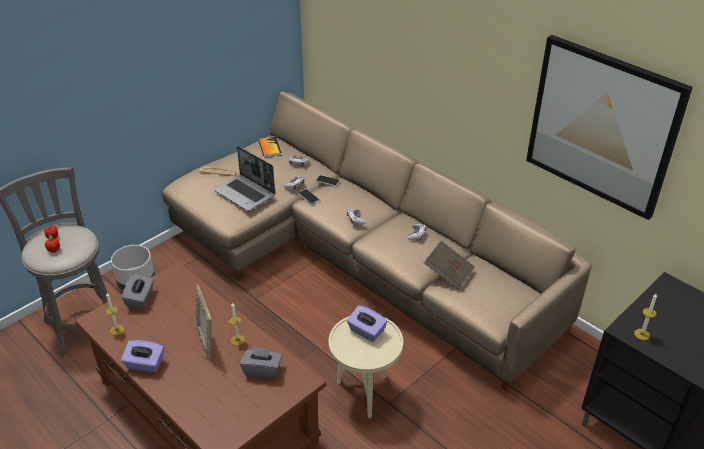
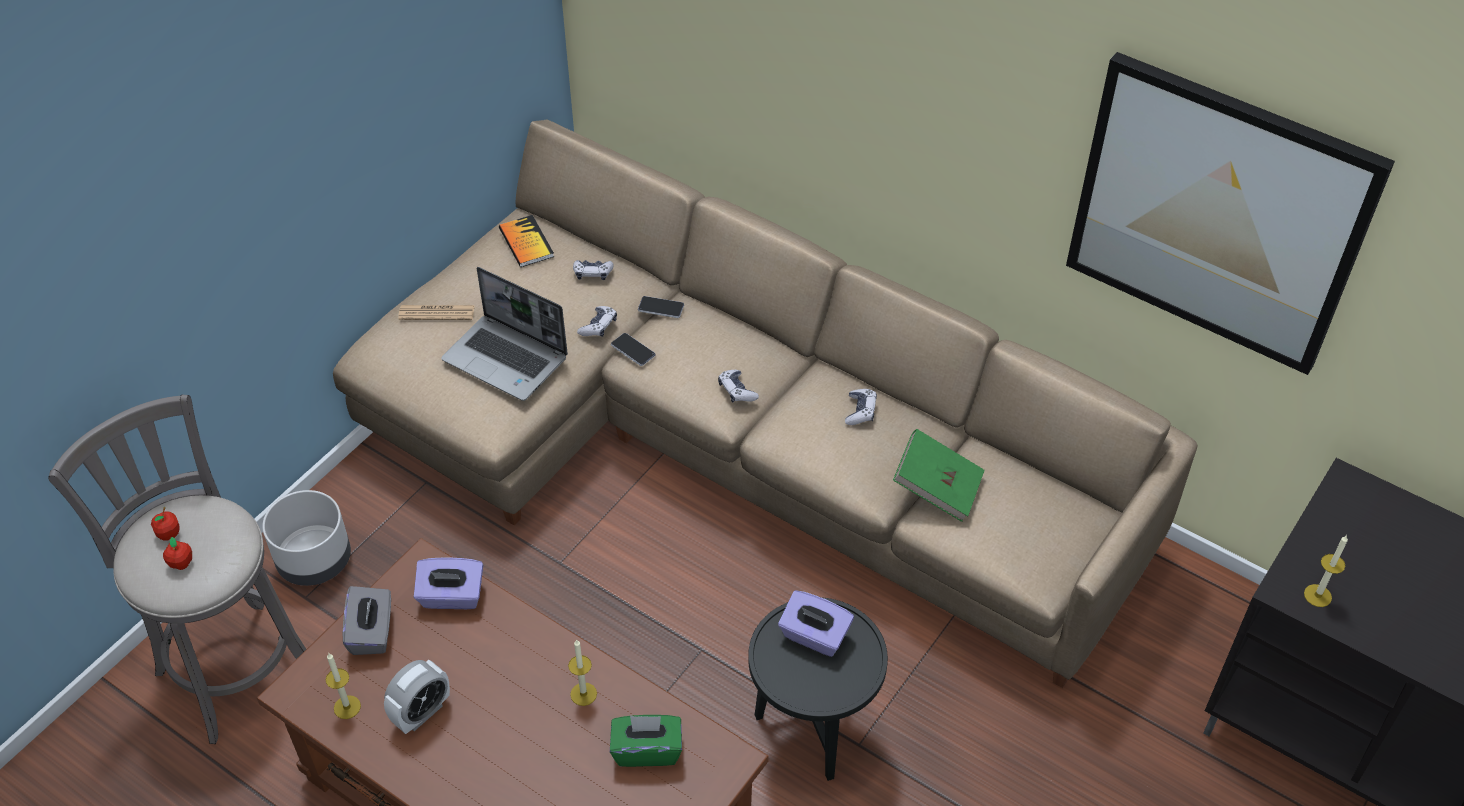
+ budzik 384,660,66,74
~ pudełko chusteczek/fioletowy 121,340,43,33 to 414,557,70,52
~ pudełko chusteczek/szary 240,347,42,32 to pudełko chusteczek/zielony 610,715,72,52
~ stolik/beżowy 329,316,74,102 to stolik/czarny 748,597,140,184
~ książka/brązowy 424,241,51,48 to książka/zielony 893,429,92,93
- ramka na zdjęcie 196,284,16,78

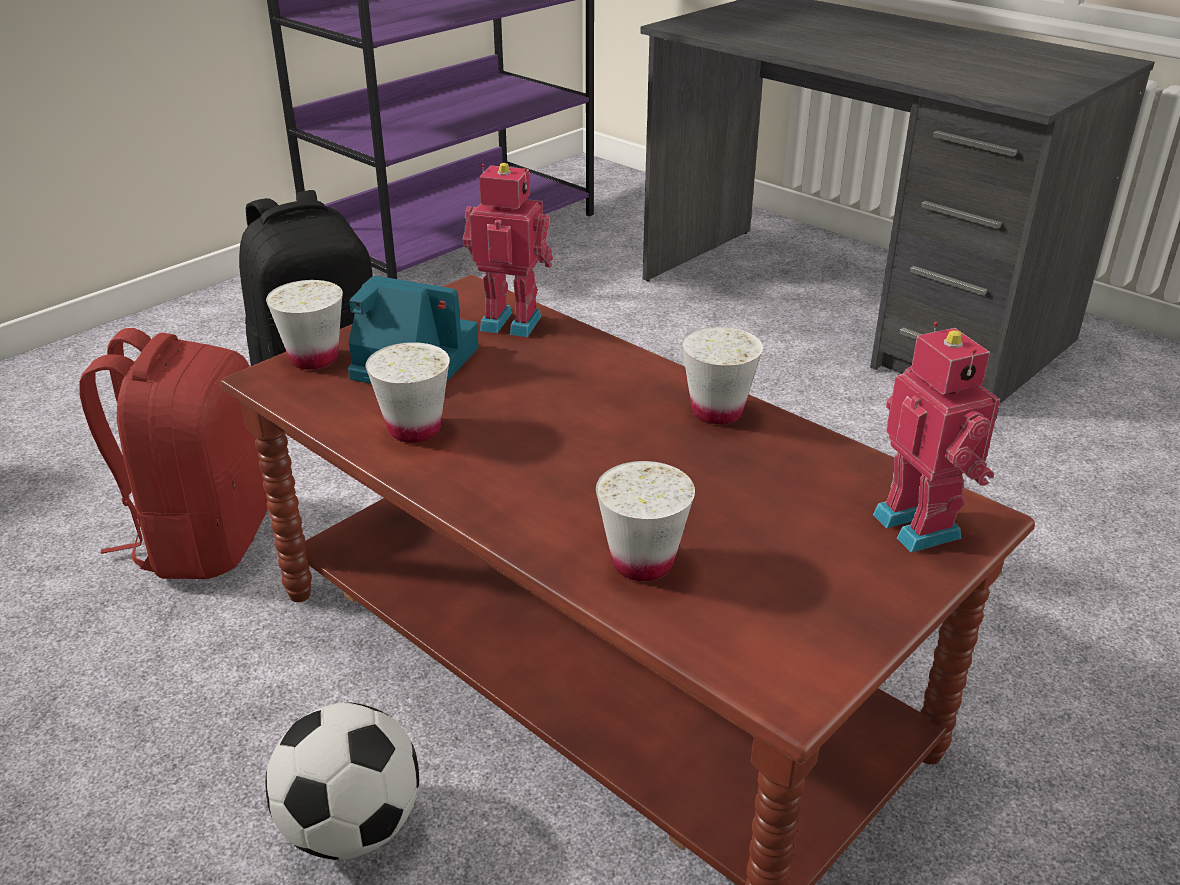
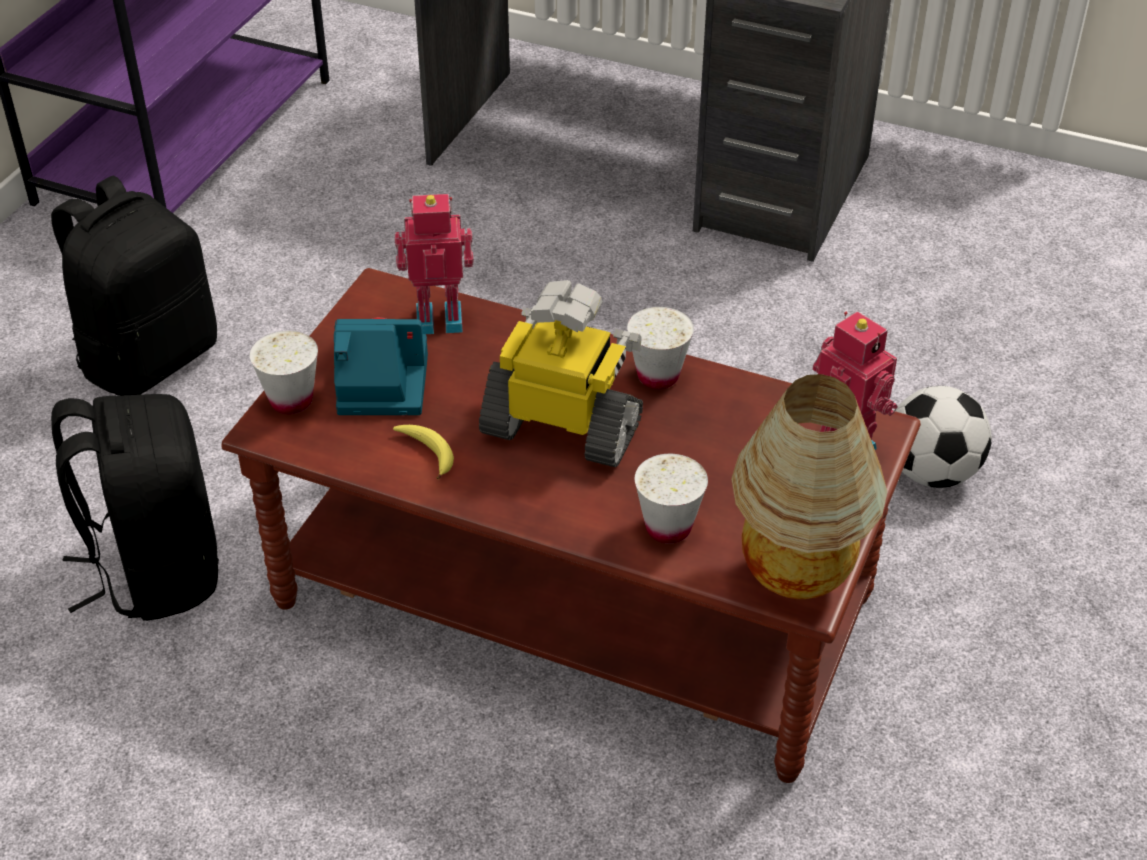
~ plecak/czerwony 79,328,189,251 to plecak/czarny 51,394,168,227
~ filiżanka/biały 366,342,84,101 to banan 393,425,61,55
+ robot zabawkowy 479,280,164,187
+ lampa stołowa 731,374,156,225
~ piłka futbolowa 265,702,154,158 to 895,386,97,102

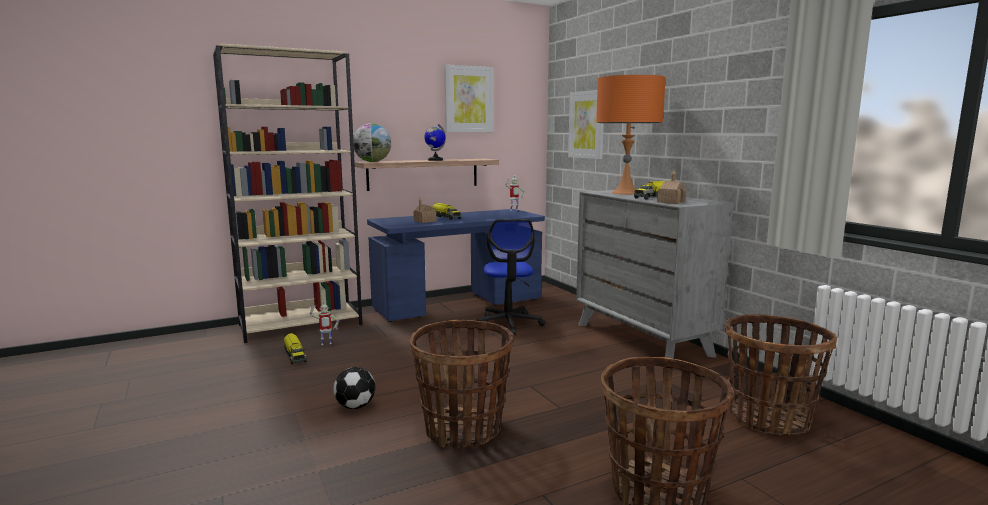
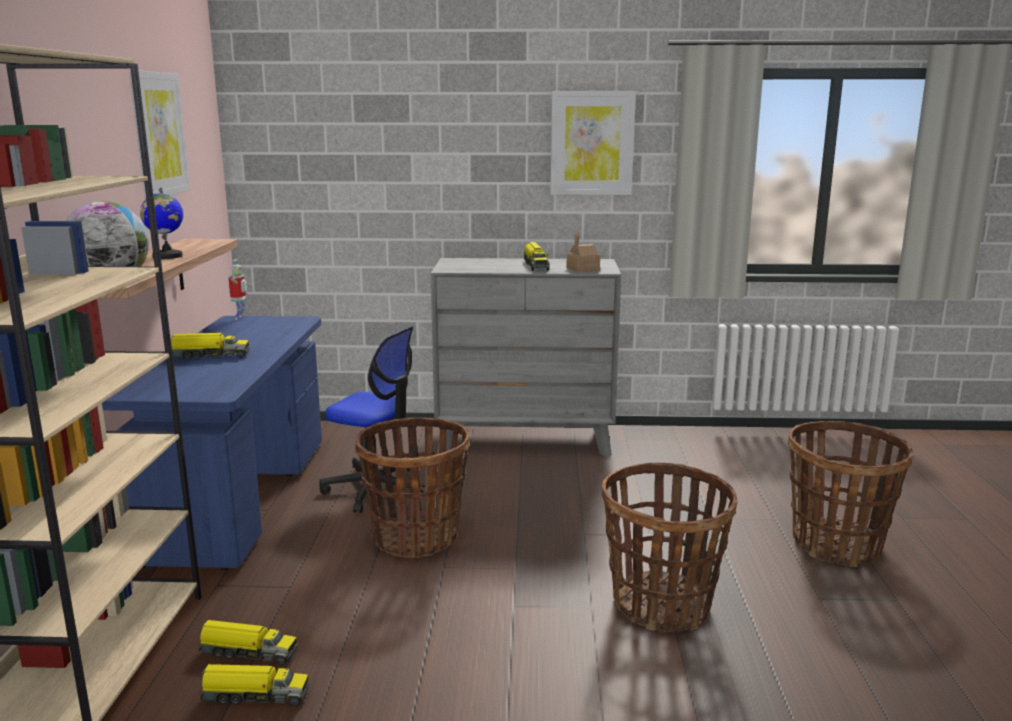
~ robot zabawkowy 310,300,29,45 to ciężarówka zabawkowa 198,620,100,45
~ koszyk 726,314,111,121 to 355,417,115,142
~ obraz 568,90,36,69 to 550,91,86,104
- piłka futbolowa 333,367,43,42
- domek 414,198,23,25
- lampa stołowa/pomarańczowy 596,75,70,120

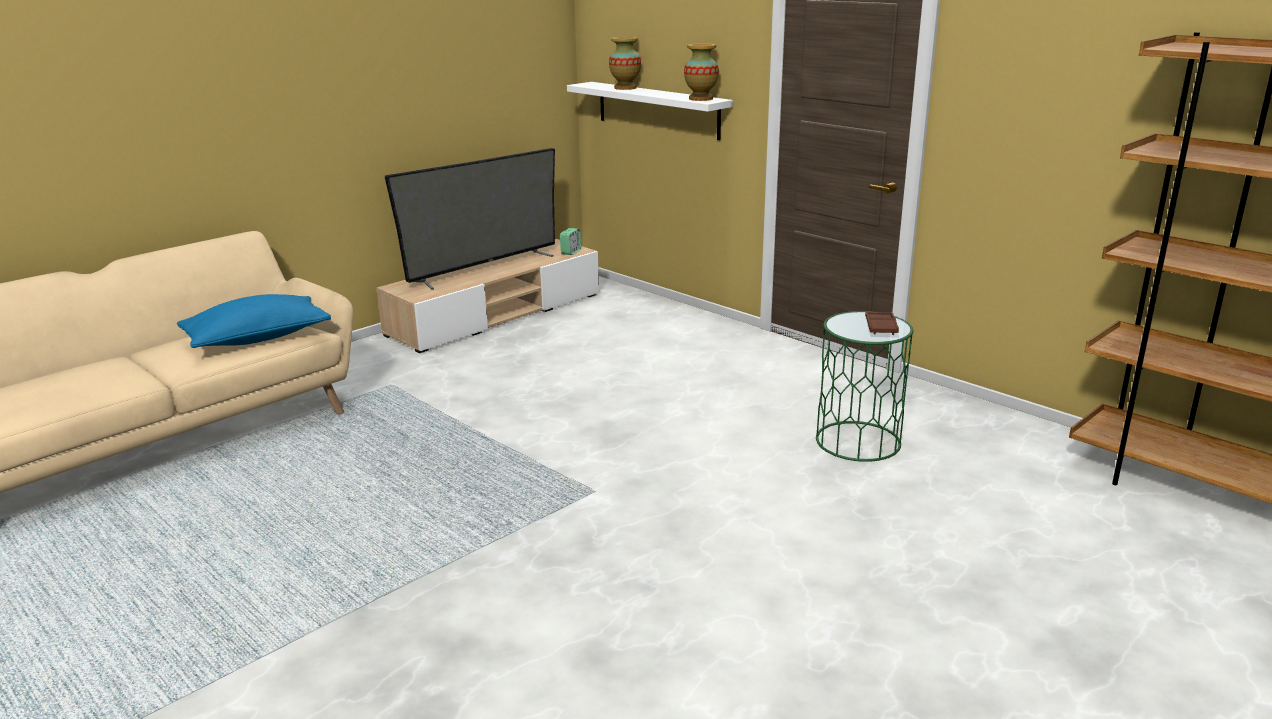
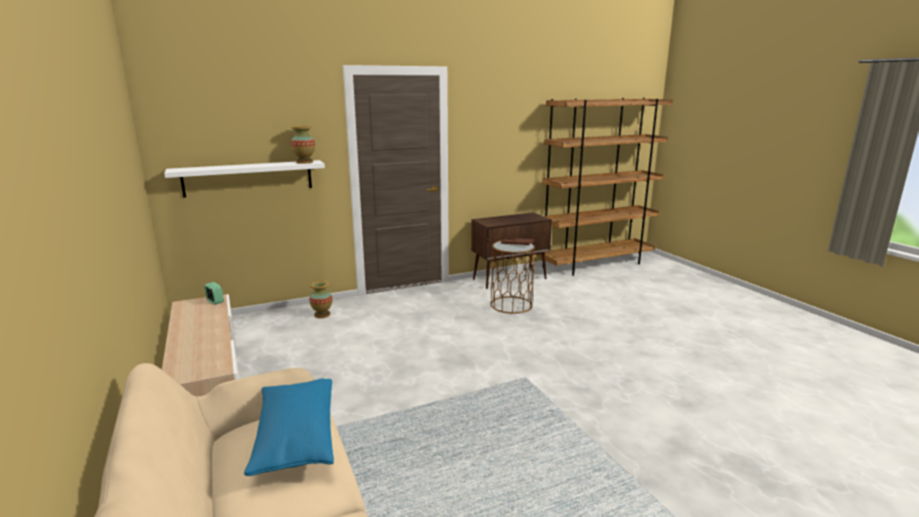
~ wazon 609,37,32,53 to 309,281,23,37
+ szafka/brązowy 471,212,81,77
~ stolik/zielony 816,311,97,151 to stolik/brązowy 491,240,44,74
- telewizor 385,148,170,142

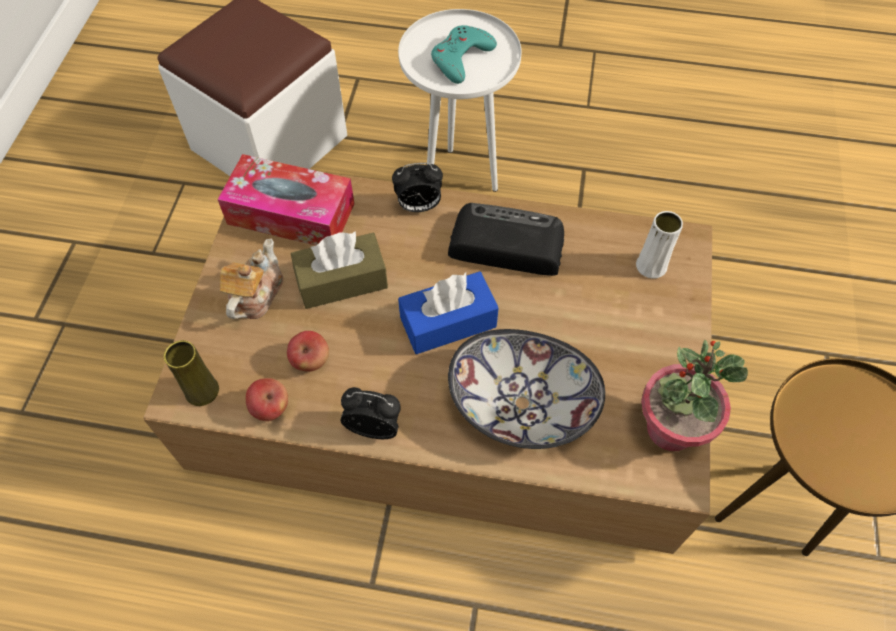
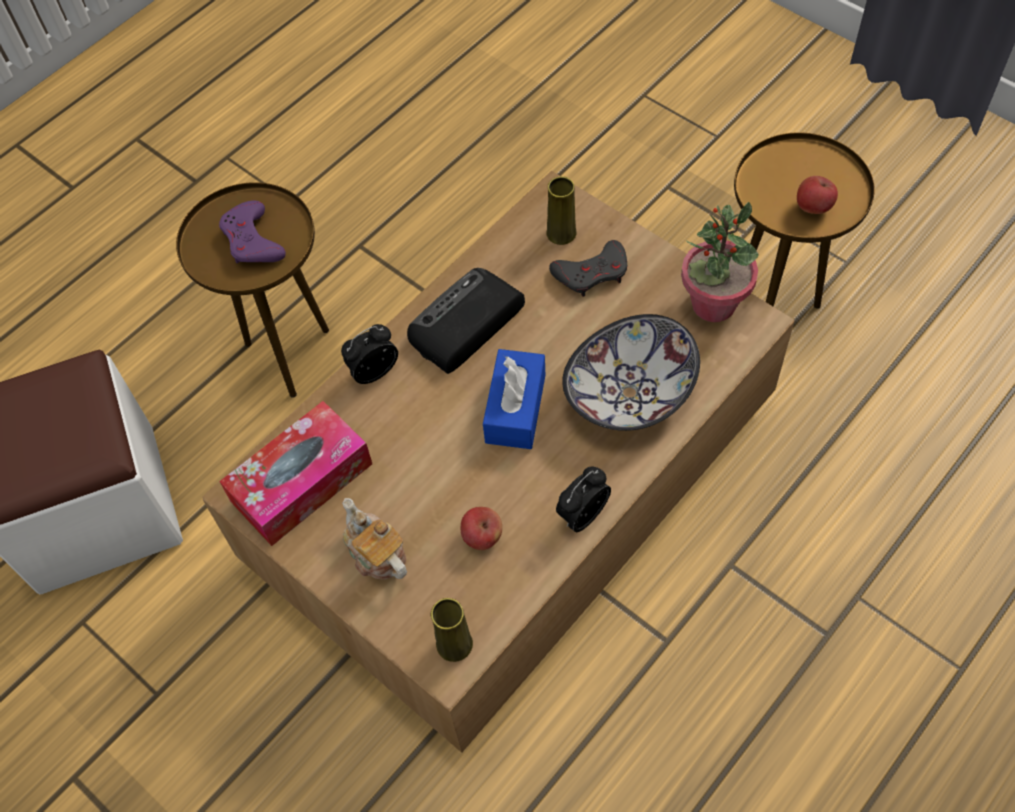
~ stolik/biały 398,9,124,183 to stolik/brązowy 176,182,153,216
~ pad do gier/turkusowy 431,25,66,59 to pad do gier/fioletowy 219,201,67,62
~ budzik 392,163,51,49 = 341,324,57,60 150 degrees counterclockwise
~ wazon/biały 636,211,47,68 to wazon/żółty 546,176,31,69
+ pad do gier/szary 549,240,78,57
~ jabłko 246,378,42,43 to 797,176,41,38
- pudełko chusteczek/brązowy 291,231,97,78

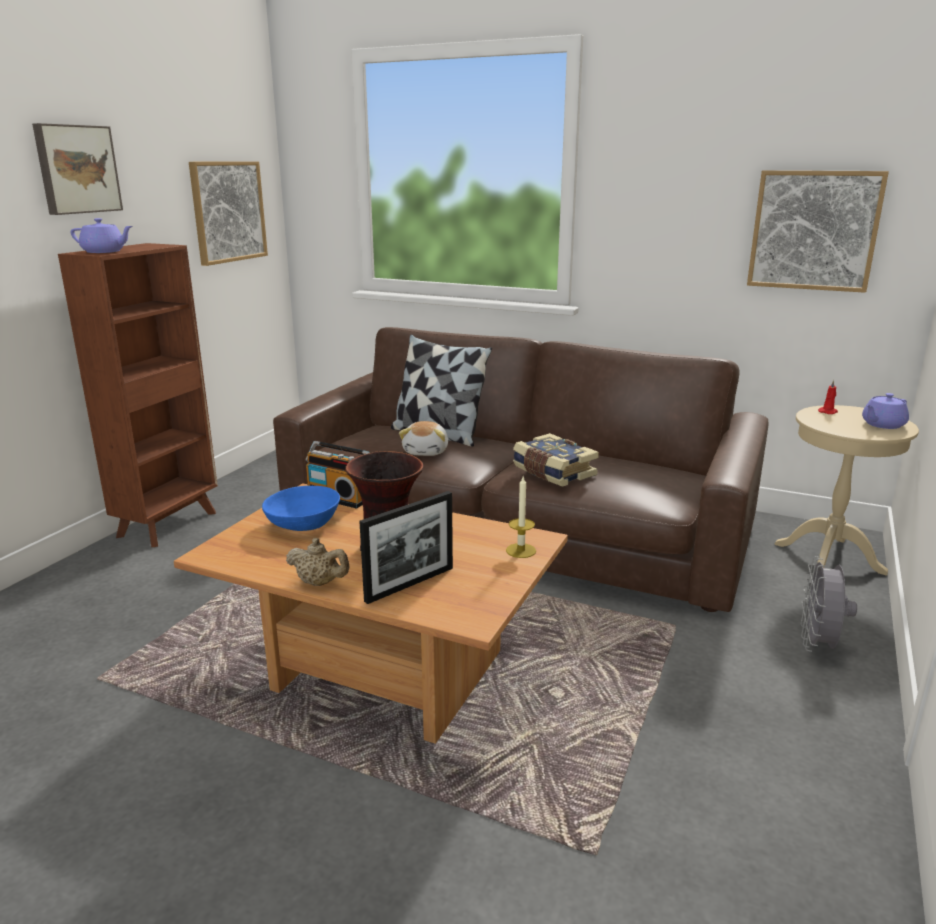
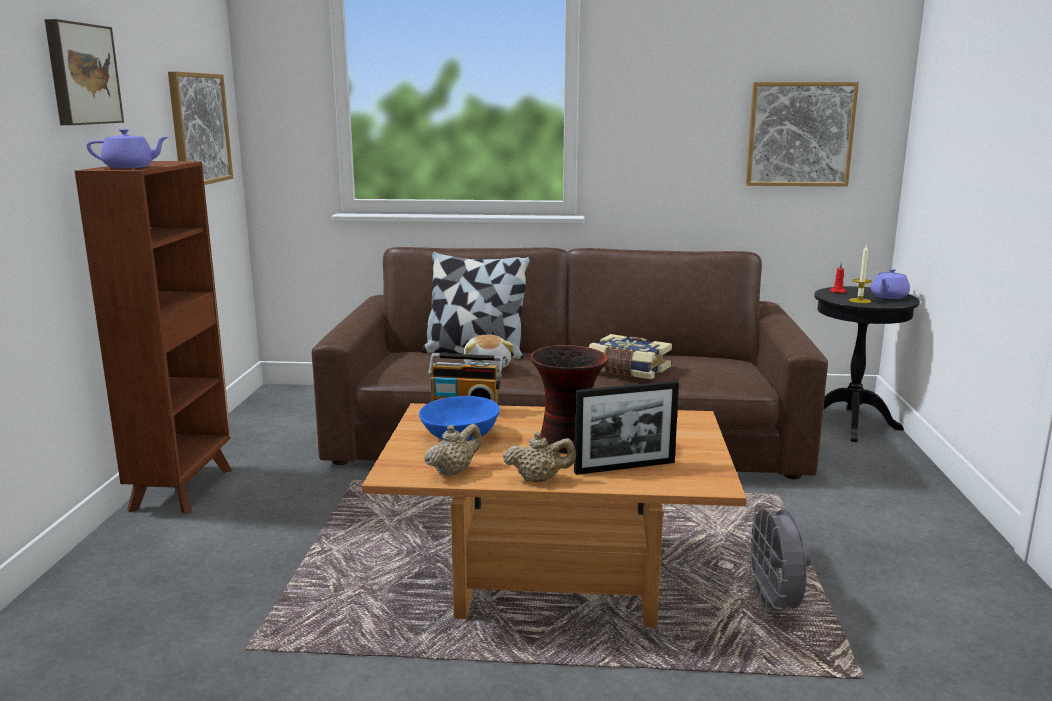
+ imbryk/beżowy 425,424,57,53
~ ramka na zdjęcie 359,491,94,113 = 574,381,105,94 45 degrees clockwise
~ wentylator/szary 801,556,56,96 to 744,503,67,113
~ stolik/beżowy 774,405,145,171 to stolik/czarny 814,286,106,156
~ świeca 506,477,30,81 to 849,246,23,57

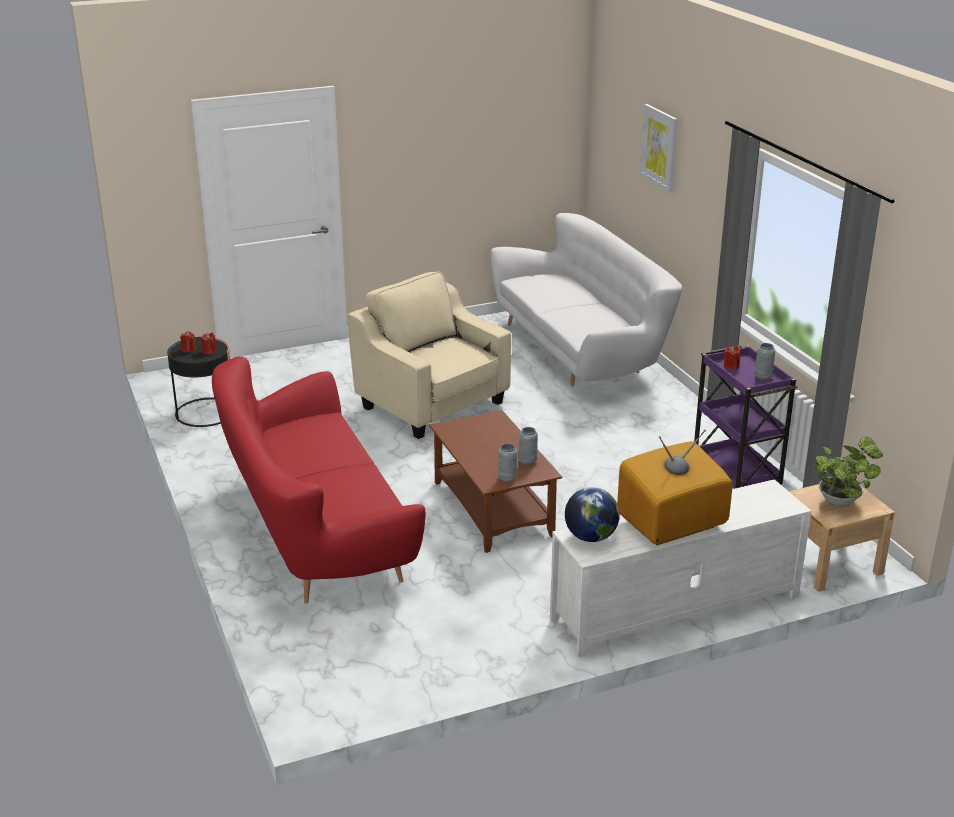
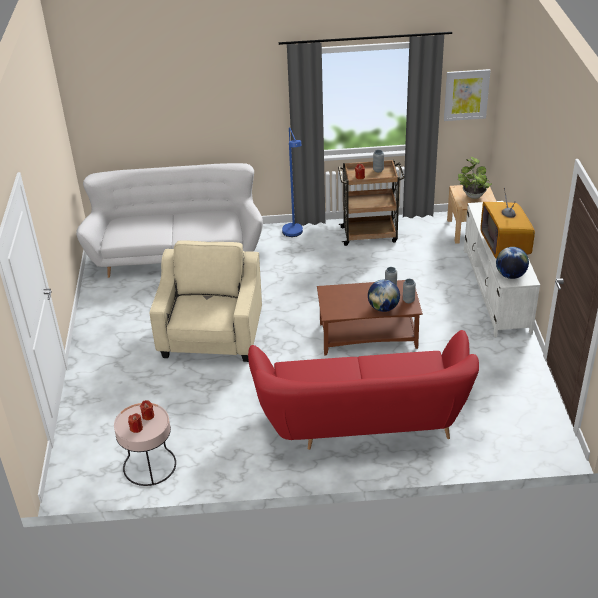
~ stolik/czarny 167,337,64,90 to stolik/różowy 114,403,62,83
~ fotel/beżowy 347,272,164,167 = 150,240,112,122 120 degrees clockwise
+ lampa stojąca/niebieski 282,127,21,110
~ wózek/fioletowy 694,345,103,144 to wózek/brązowy 338,160,66,86
+ globus 368,279,32,33
~ obraz 640,104,37,88 to 444,69,47,52

